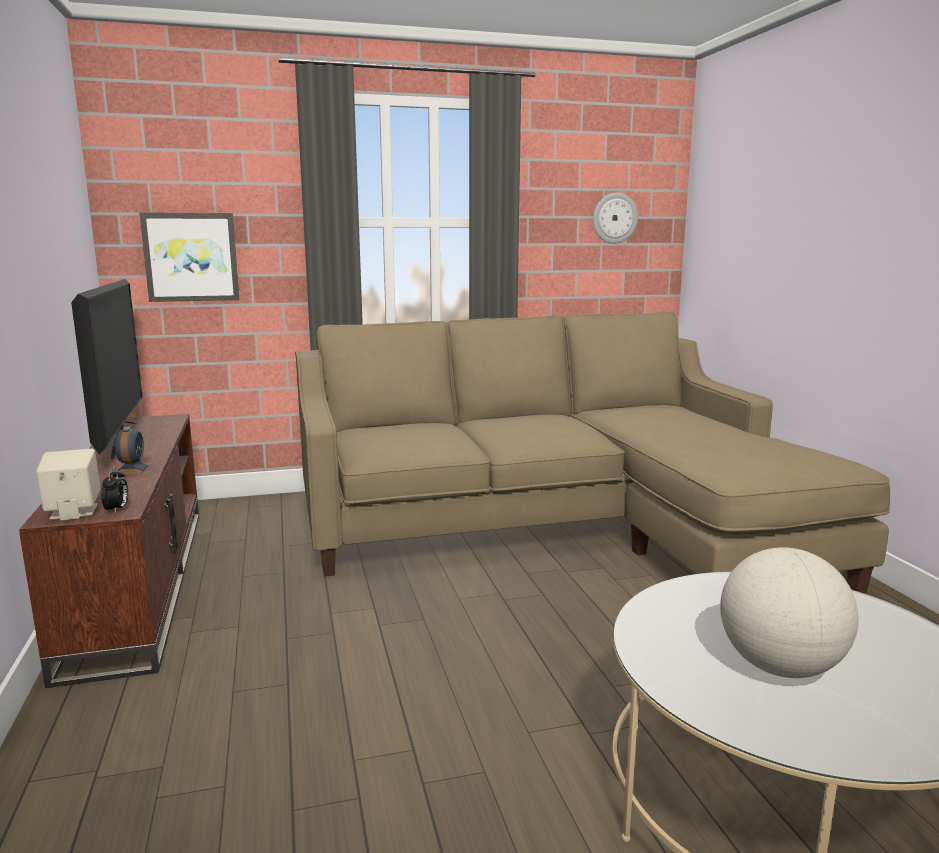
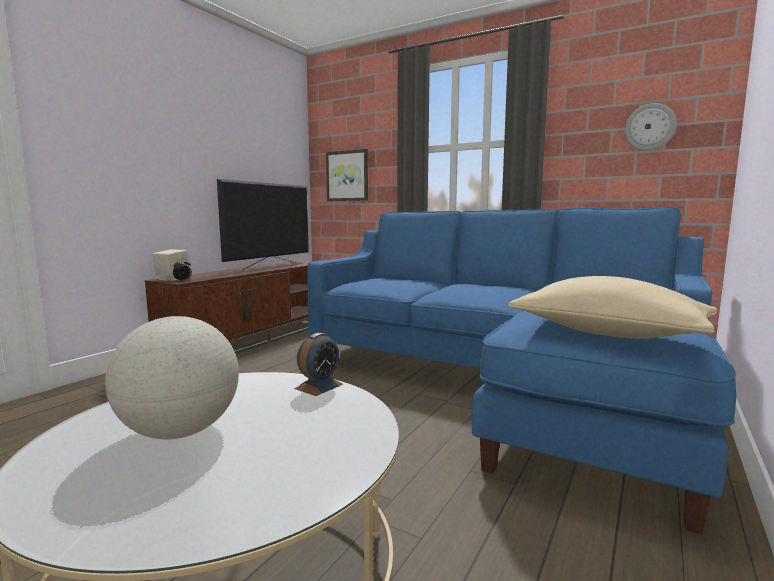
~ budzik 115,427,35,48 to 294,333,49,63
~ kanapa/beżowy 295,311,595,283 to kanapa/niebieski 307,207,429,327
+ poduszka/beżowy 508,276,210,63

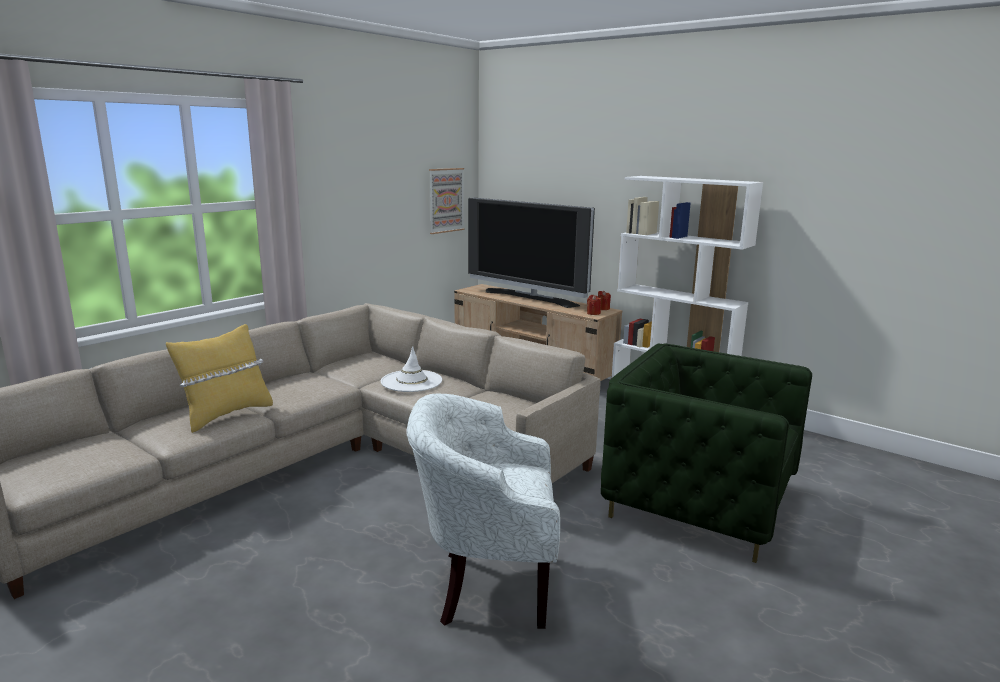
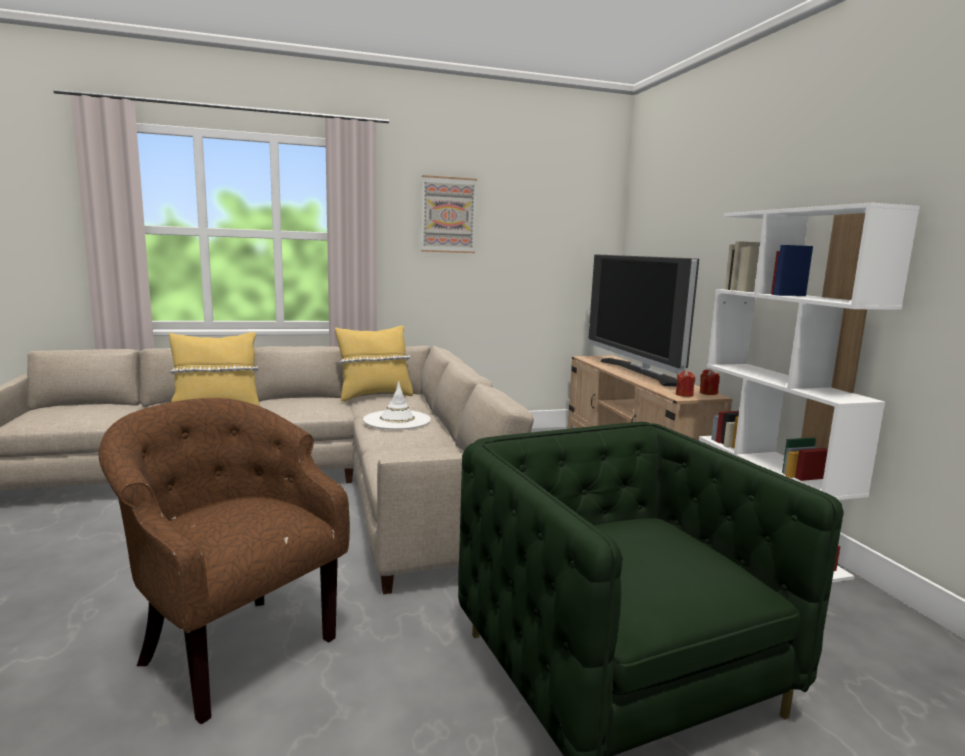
~ fotel/biały 407,394,153,235 to fotel/brązowy 99,398,251,326
+ poduszka/żółty 335,326,78,76
~ obraz 429,168,35,66 to 421,175,56,78

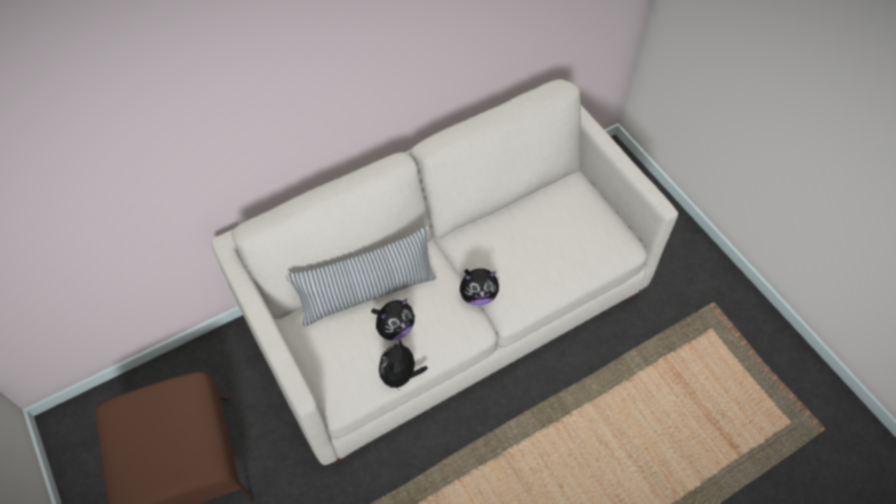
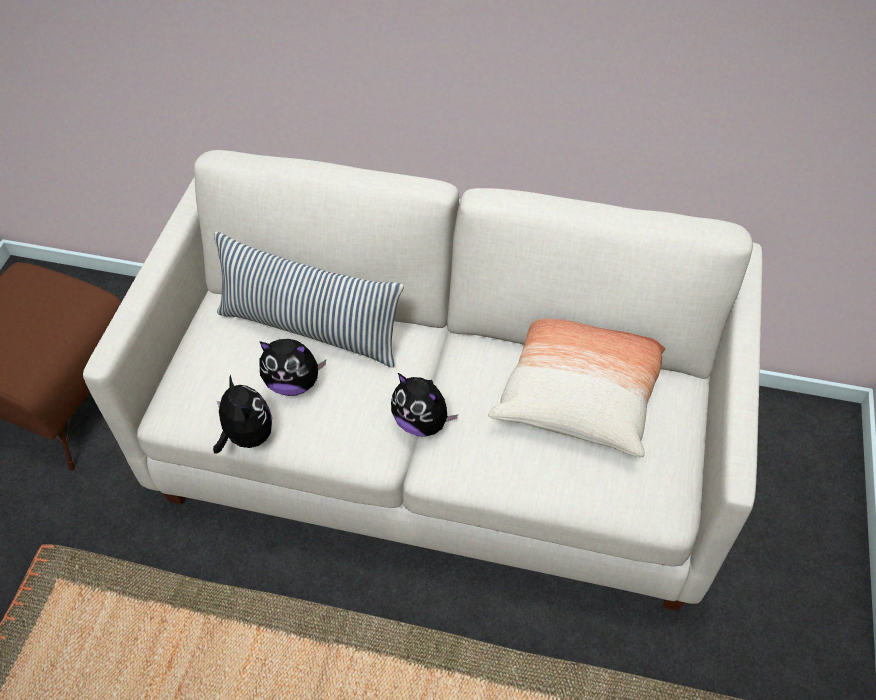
~ pluszak 379,339,49,54 = 213,374,59,80 90 degrees clockwise
+ poduszka 488,319,177,138

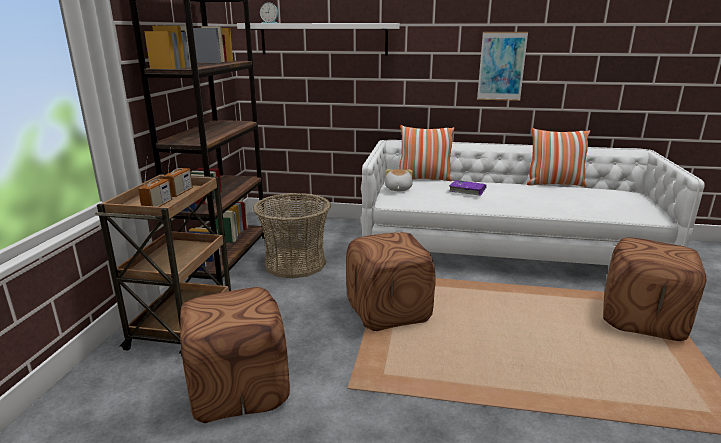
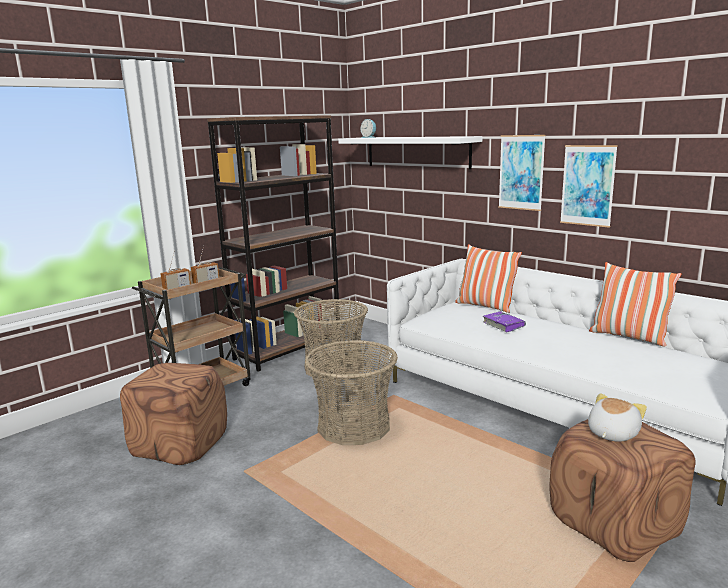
~ pufa/brązowy 346,232,90,99 to koszyk 305,340,93,105
+ obraz 498,135,48,76
~ pluszak 385,169,28,22 to 588,393,59,49

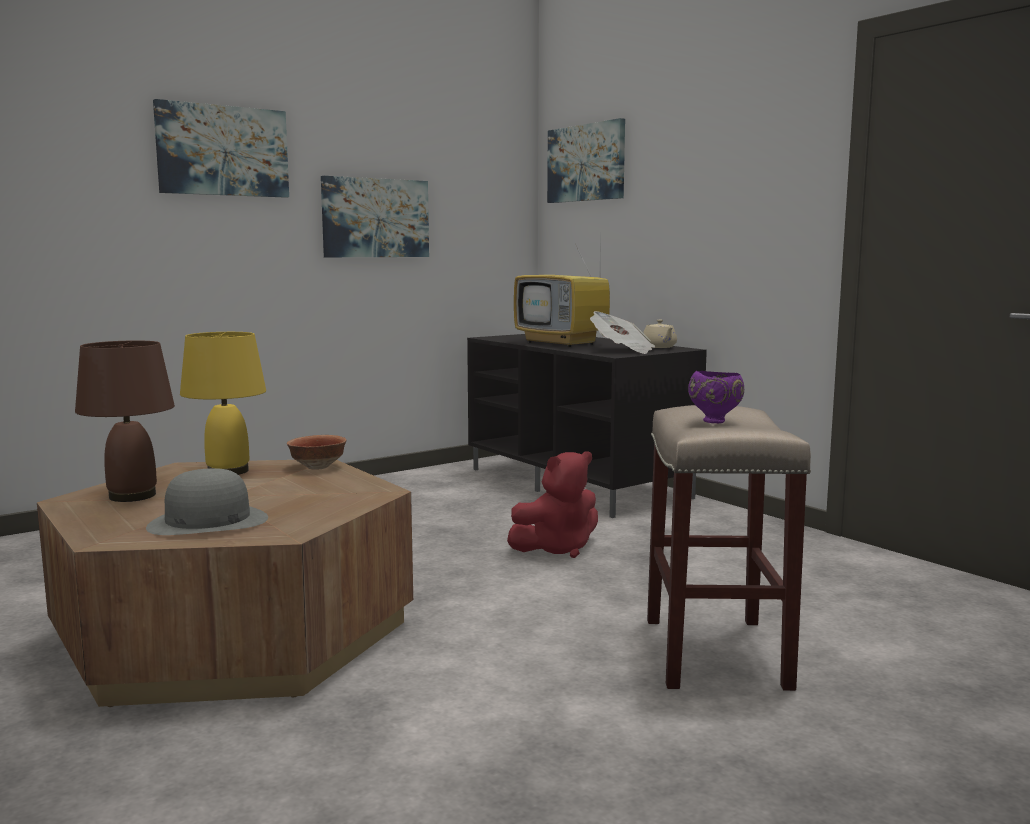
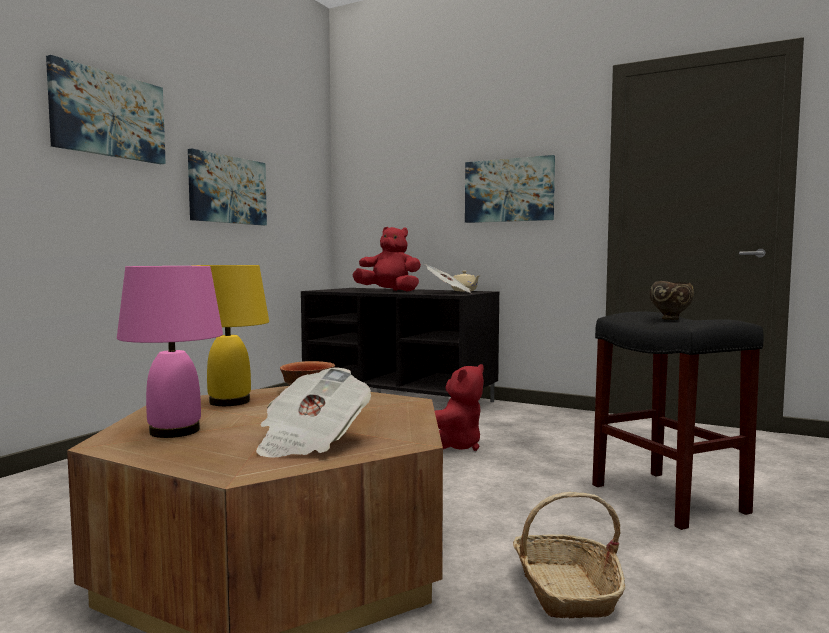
~ lampa stołowa/brązowy 75,340,100,162 to lampa stołowa/różowy 117,266,106,172
~ kapelusz/szary 146,468,122,67 to gazeta 256,367,115,91
~ telewizor 514,237,96,110 to pluszak/czerwony 353,227,68,64
~ obraz 547,118,78,85 to 465,155,90,68
+ koszyk 513,492,112,127
~ stołek/beżowy 647,405,164,286 to stołek/czarny 592,311,172,219
~ miska/fioletowy 688,371,56,52 to miska/brązowy 650,281,44,39

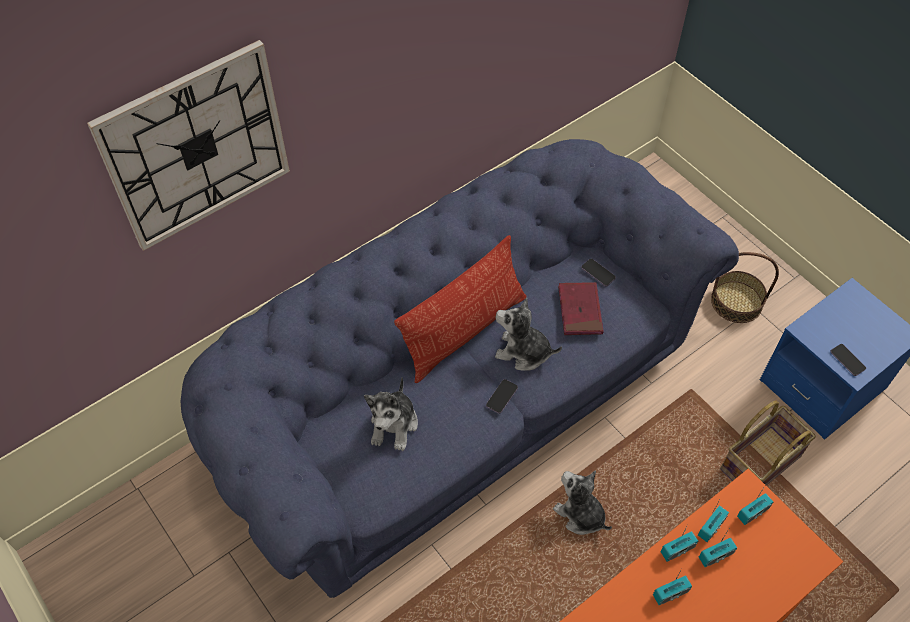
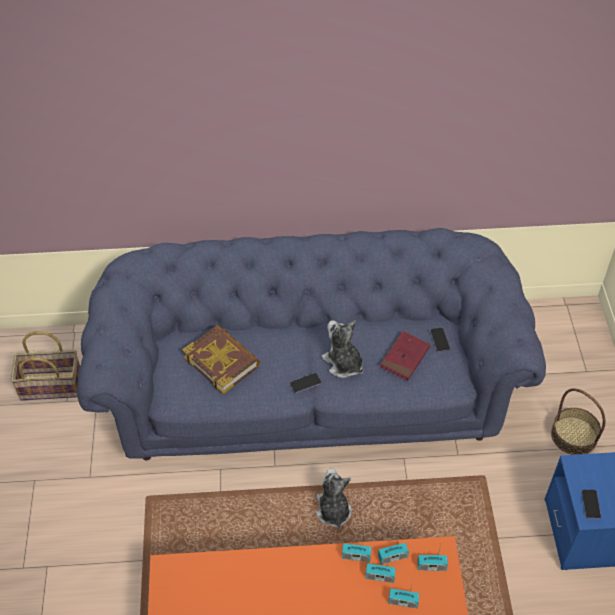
~ koszyk 720,400,96,85 to 11,331,69,70
~ pluszak 364,377,54,74 to książka 182,325,78,69
~ radio 653,567,39,38 to 388,581,31,28
- zegar ścienny 87,40,203,211
- poduszka 394,235,133,148

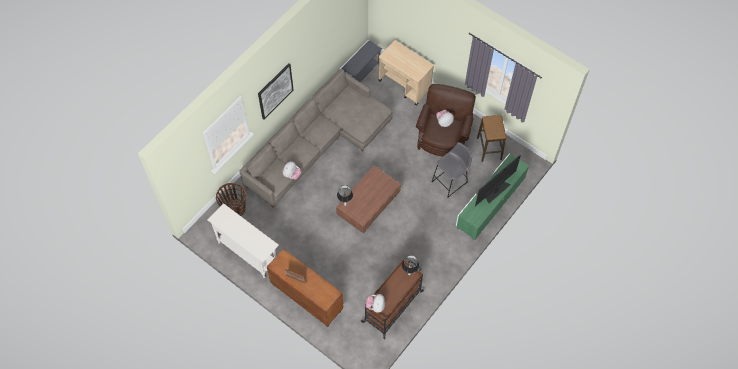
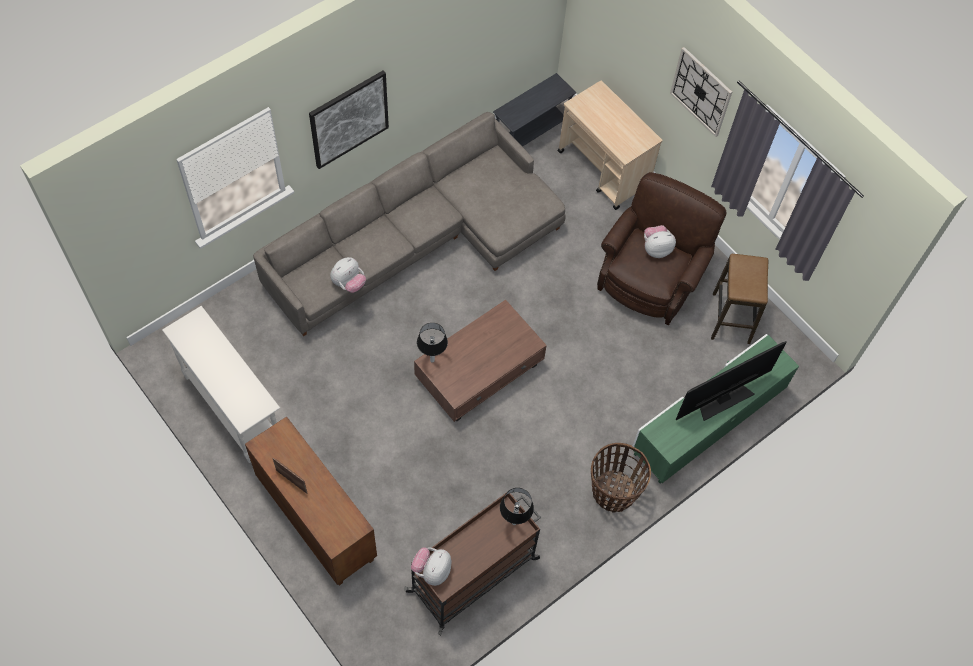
~ koszyk 216,183,30,33 to 591,443,60,69
+ zegar ścienny 670,47,62,90
- stołek/szary 431,142,41,56

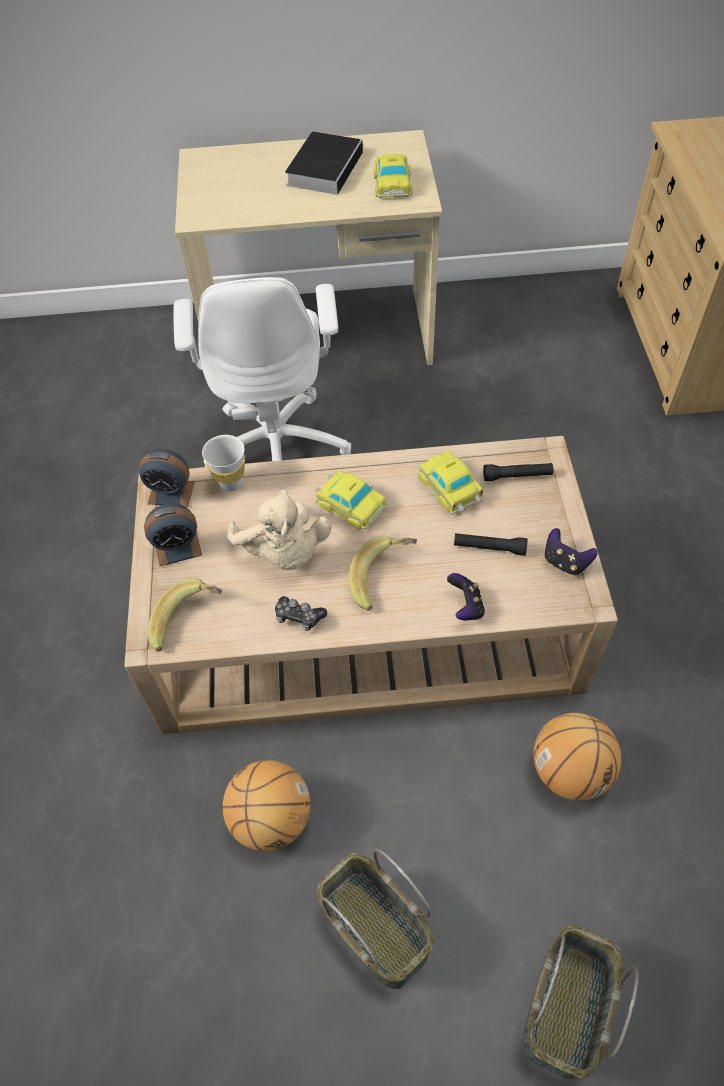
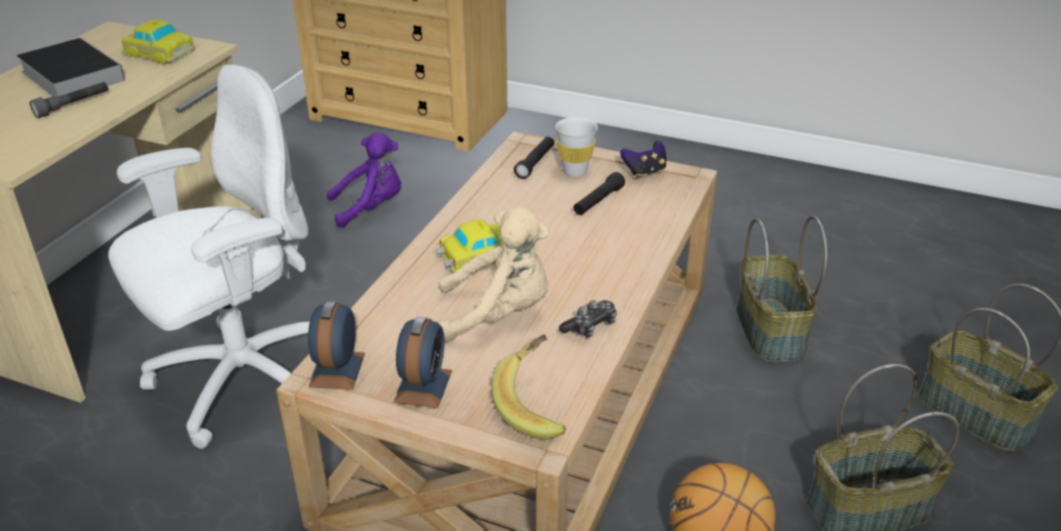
+ latarka/szary 30,82,78,36
~ krzesło biurowe/biały 174,277,178,190 = 108,64,202,385 60 degrees counterclockwise
~ budzik 139,449,56,58 = 308,301,57,89 150 degrees clockwise
+ pluszak/fioletowy 327,132,74,96
~ filiżanka/biały 202,435,43,57 to 555,117,43,60
~ piłka do koszykówki 533,713,88,88 to koszyk 737,216,90,146
- banan 348,536,69,75
- samochodzik 418,451,66,63
- pad do gier 447,573,38,47

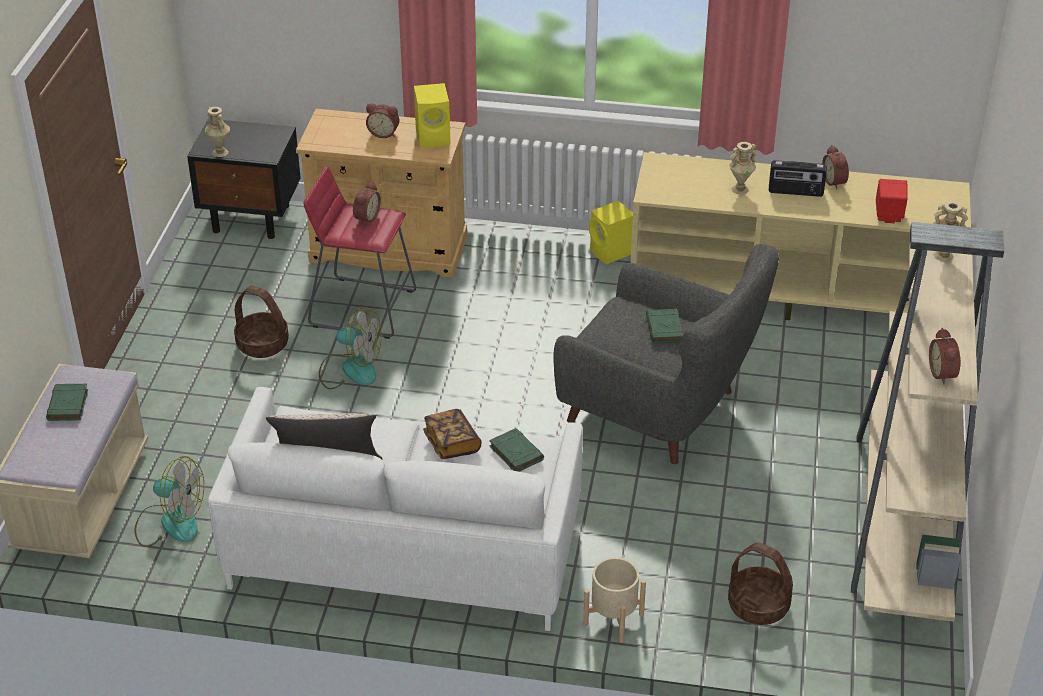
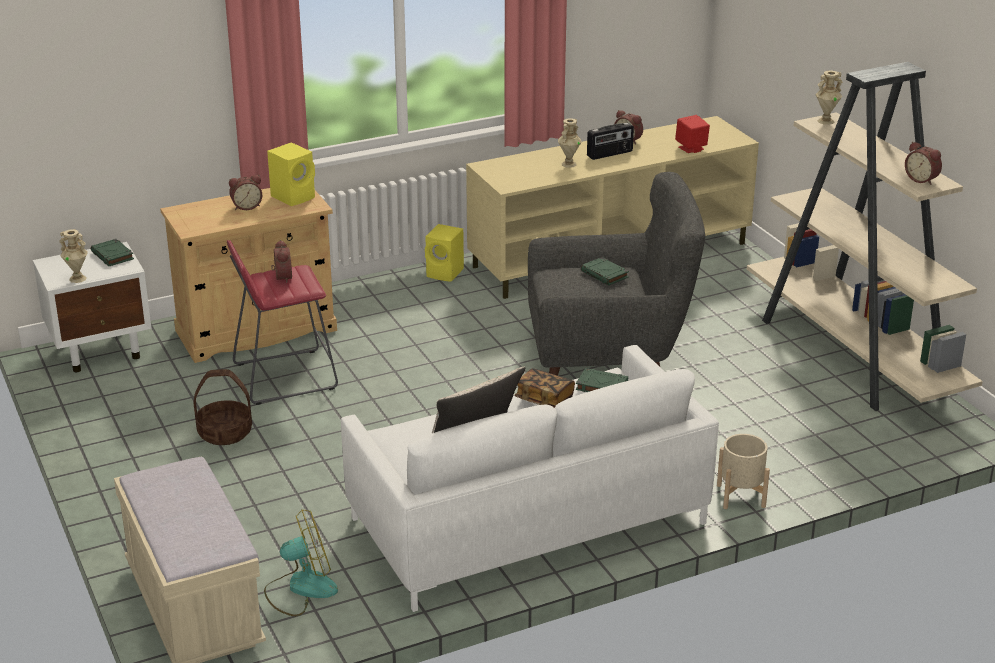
~ szafka nocna/czarny 187,119,114,120 to szafka nocna/biały 33,242,119,130
~ książka/zielony 46,384,42,37 to 91,239,43,27
- wentylator 319,307,63,82
- koszyk 728,542,65,83

